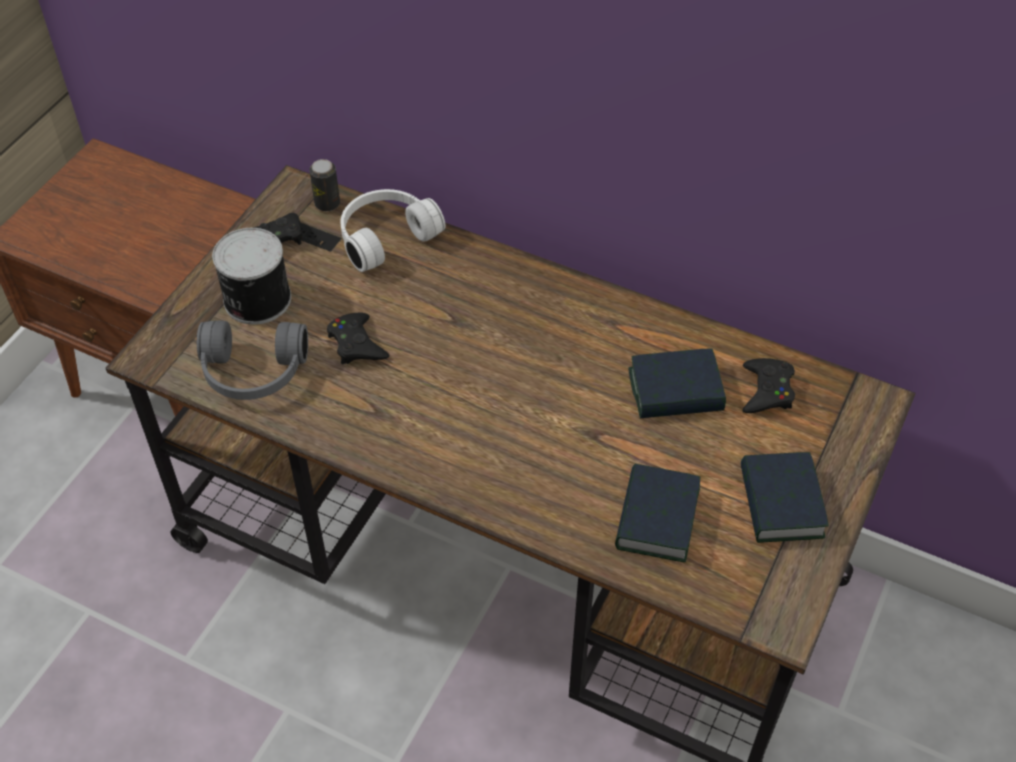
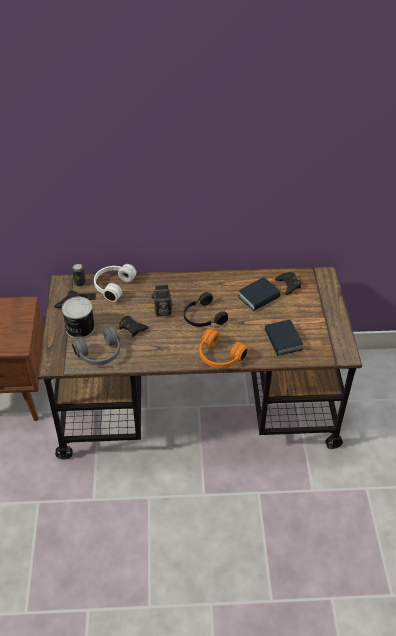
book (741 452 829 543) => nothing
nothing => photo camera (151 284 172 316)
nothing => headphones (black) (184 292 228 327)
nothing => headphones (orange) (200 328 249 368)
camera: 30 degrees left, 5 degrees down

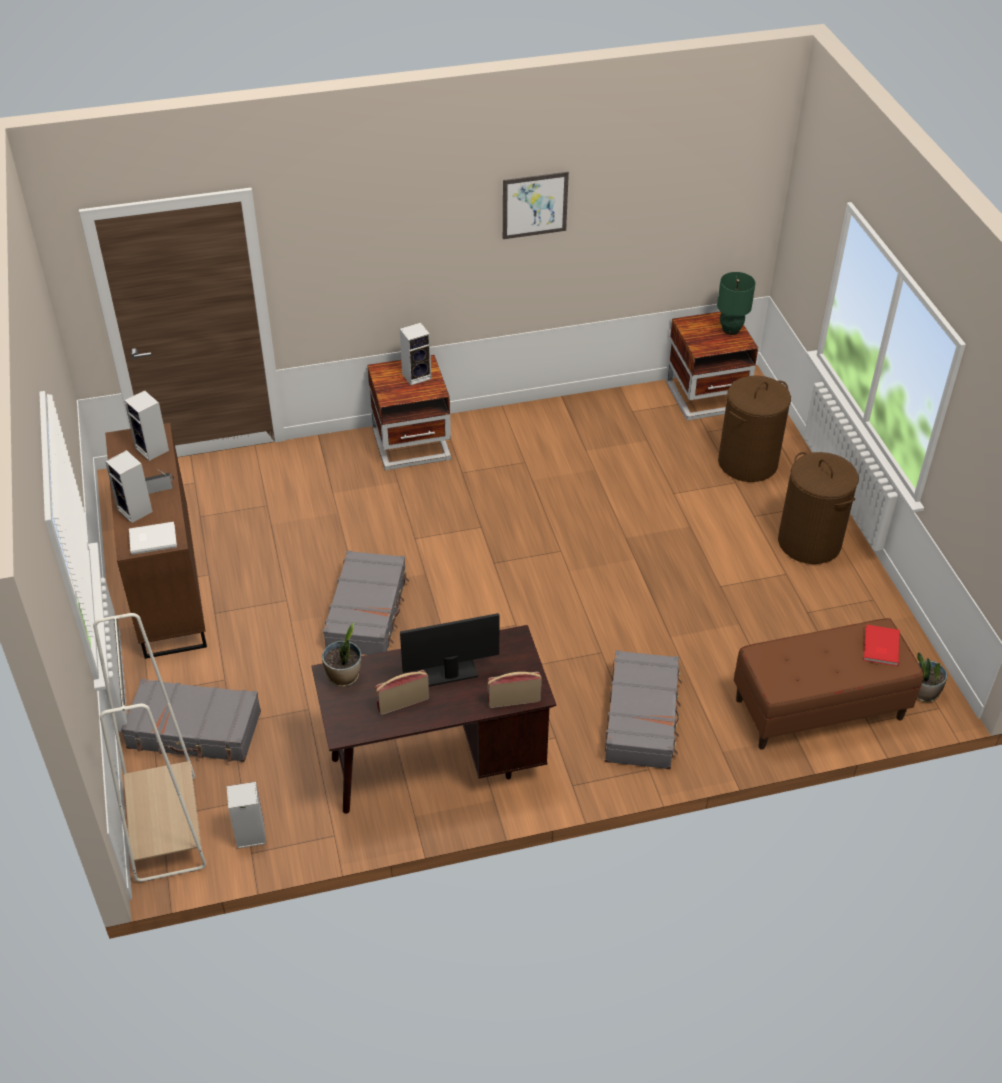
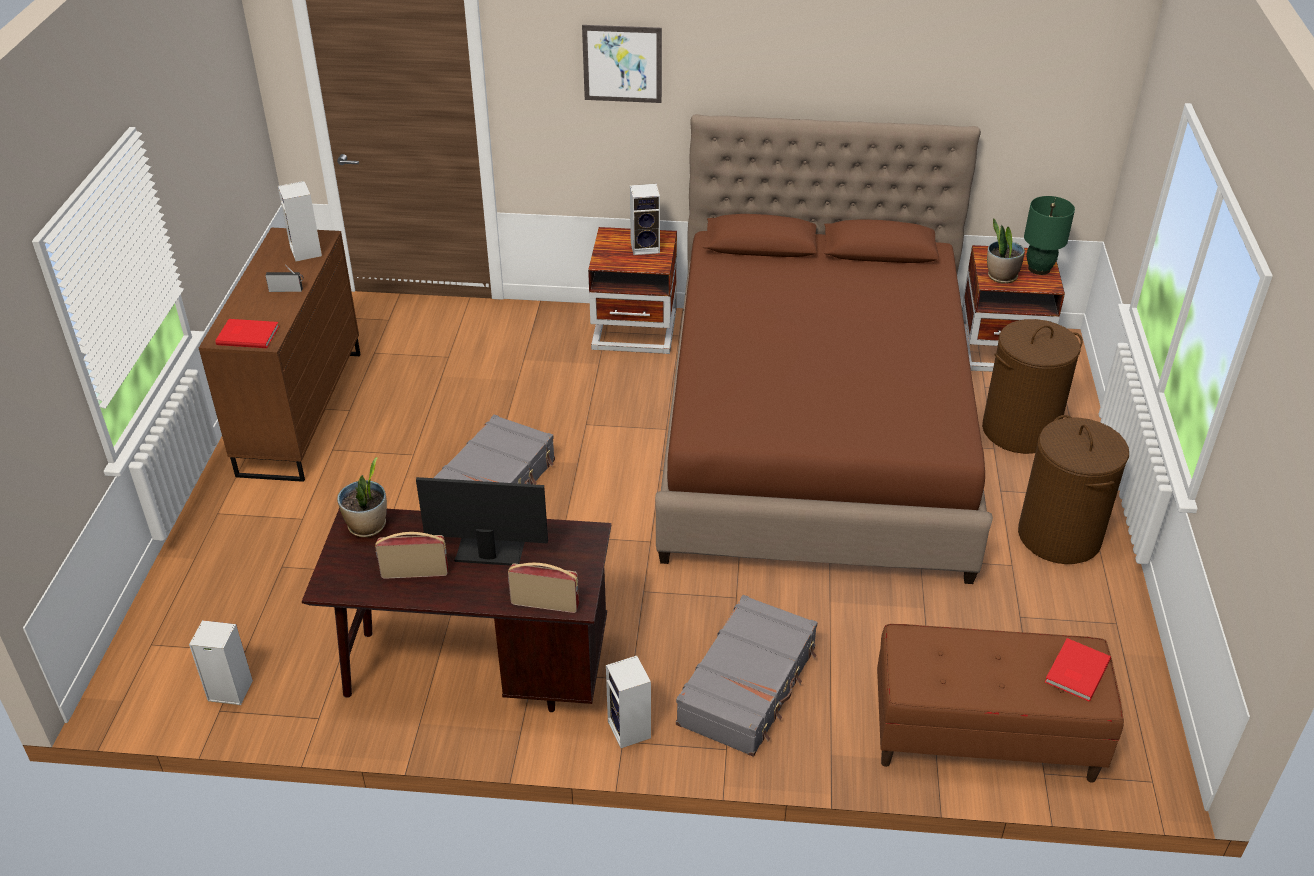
clothes rack (93 613 206 882) => nothing
suitcase (grey) (121 679 261 762) => nothing
nothing => bed (brown) (655 114 993 584)
speaker (105 450 153 523) => speaker (606 656 651 748), move
picture (503 172 569 239) => picture (582 25 662 103), move
potted plant (917 652 947 702) => potted plant (987 219 1025 284), move
book (white) (129 522 177 555) => book (red) (215 319 279 348)
camera: 20 degrees right, 5 degrees down

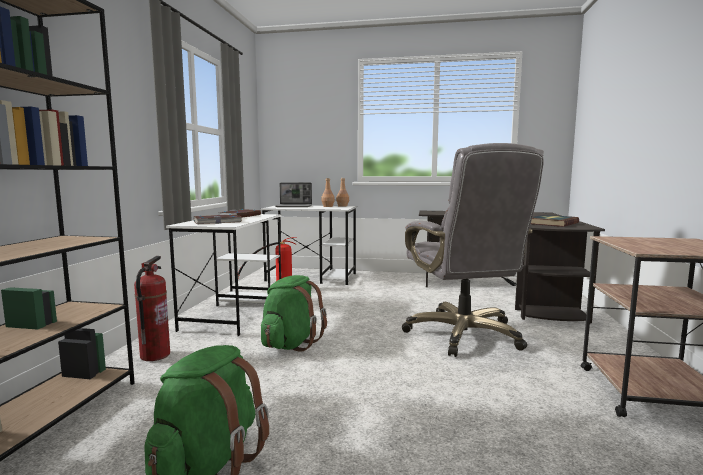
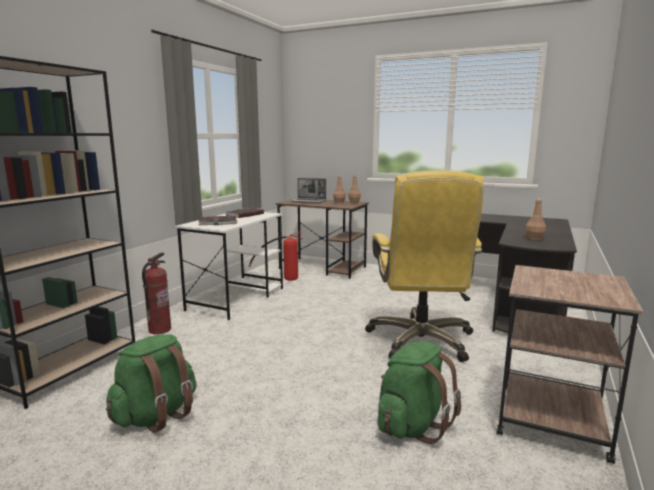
backpack (green) (261 275 327 352) => backpack (green) (378 341 461 444), move
book (531 215 579 227) => bottle (brown) (525 199 546 240)
desk (white) (260 205 357 285) => desk (brown) (276 198 369 279)
office chair (grey) (402 143 544 357) => office chair (yellow) (365 170 484 362)
camera: 15 degrees right, 5 degrees up

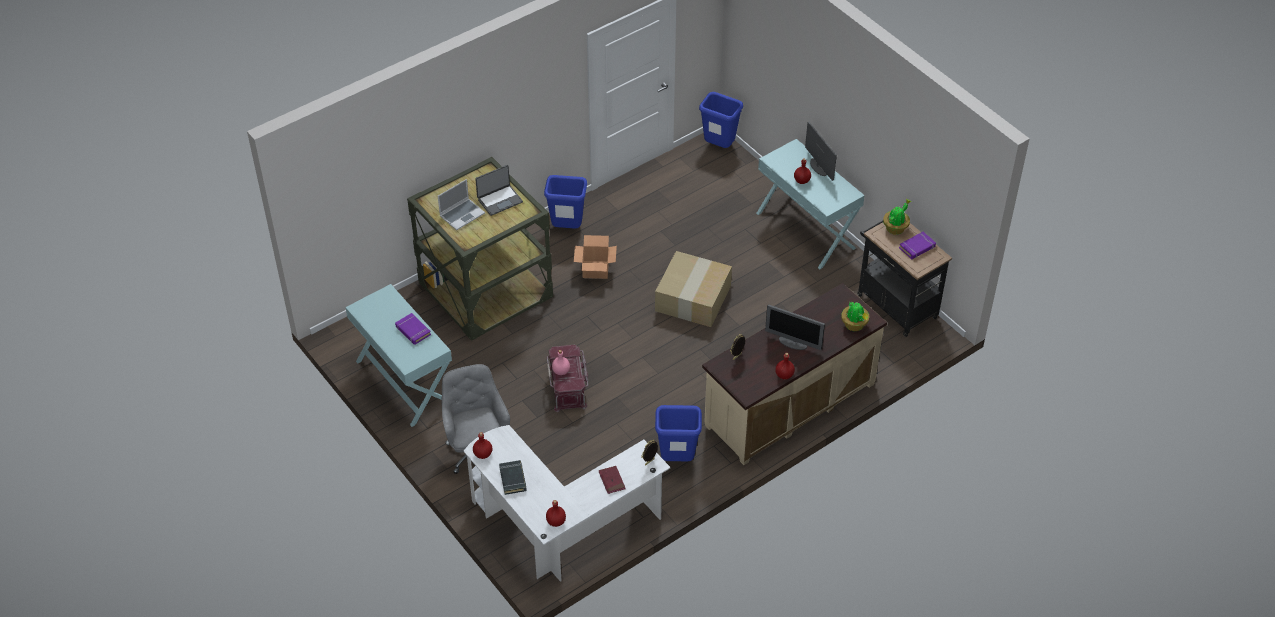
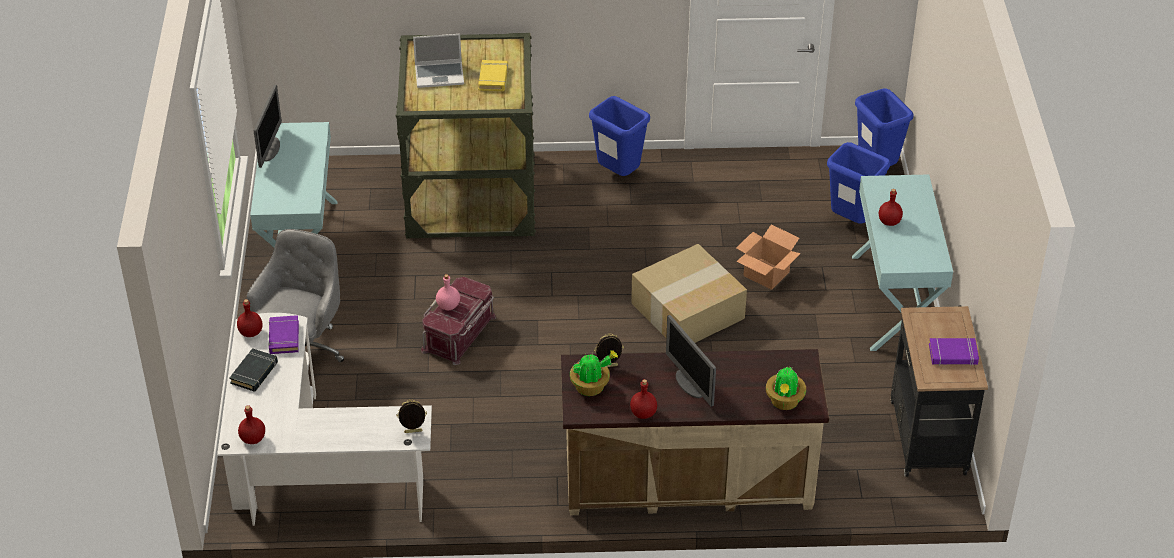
book (red) (599 466 626 494) => nothing
book (purple) (395 313 431 345) => book (purple) (268 315 299 354), move
cardboard box (574 235 617 279) => cardboard box (736 224 801 290), move
trash can (blue) (655 405 702 461) => trash can (blue) (827 142 890 224), move
monitor (805 122 837 181) => monitor (254 85 282 168), move
potted plant (883 199 911 235) => potted plant (570 350 618 396), move
laptop (475 165 523 216) => book (yellow) (478 60 508 91)
camera: 35 degrees right, 5 degrees down

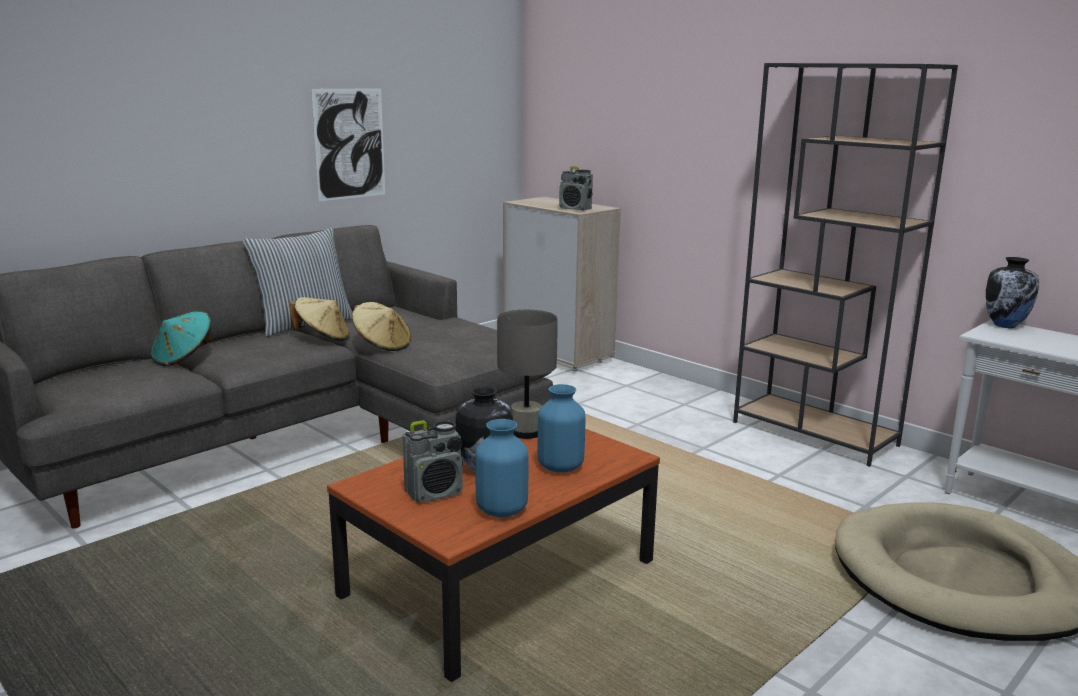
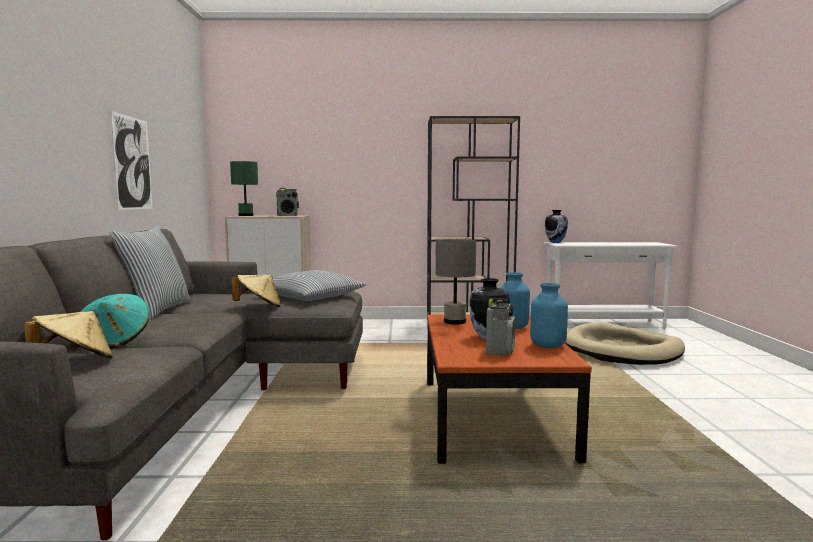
nothing => table lamp (green) (230 161 258 216)
nothing => pillow (273 270 366 301)
hat (beige) (290 297 349 341) => hat (beige) (24 311 113 359), move
camera: 45 degrees left, 10 degrees down

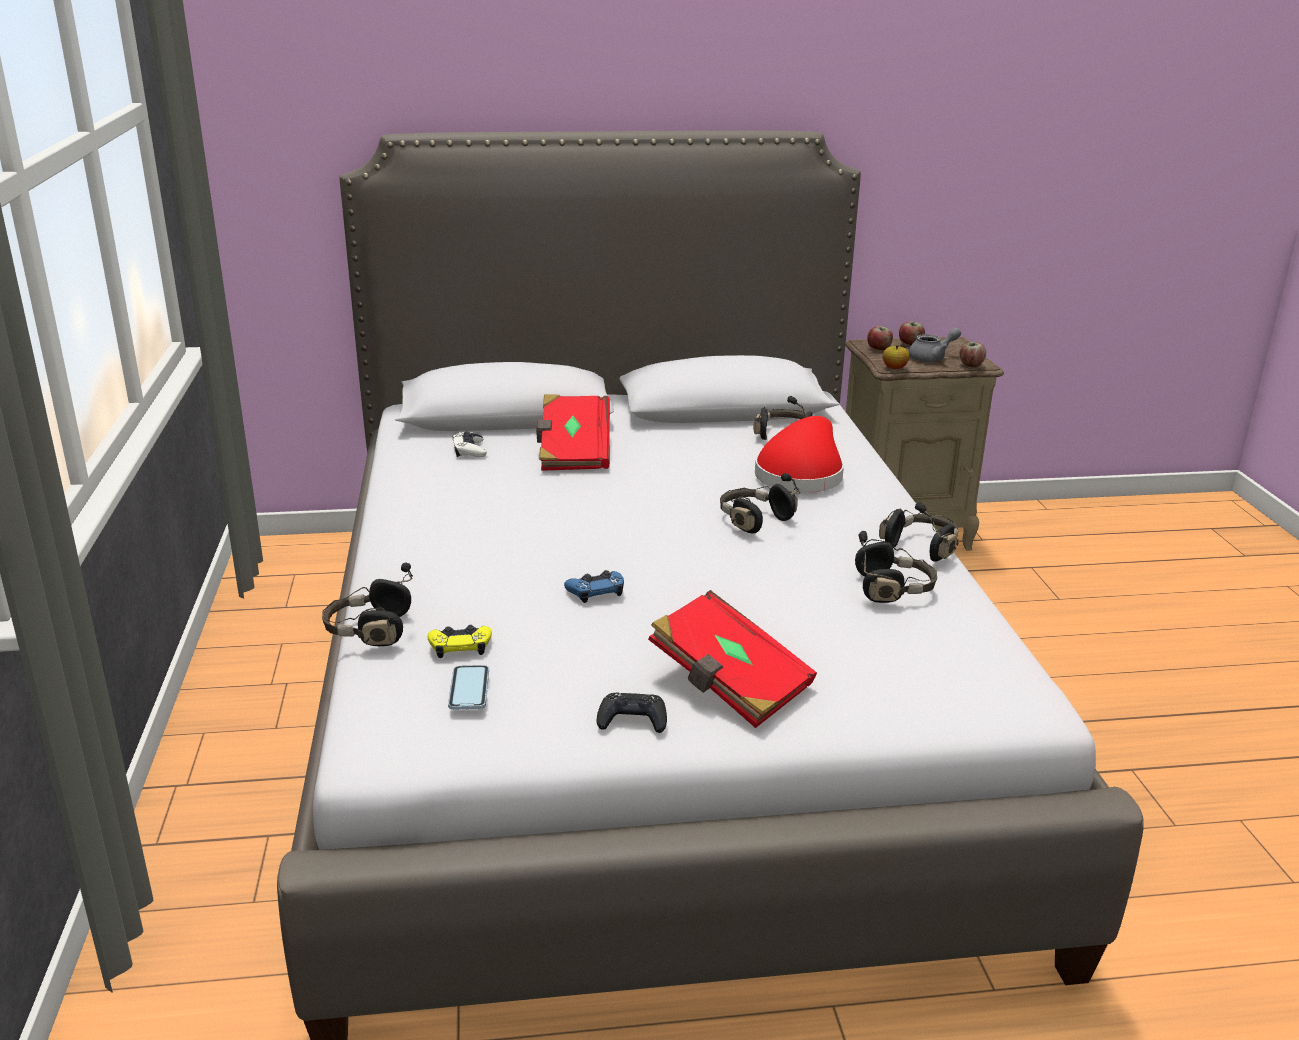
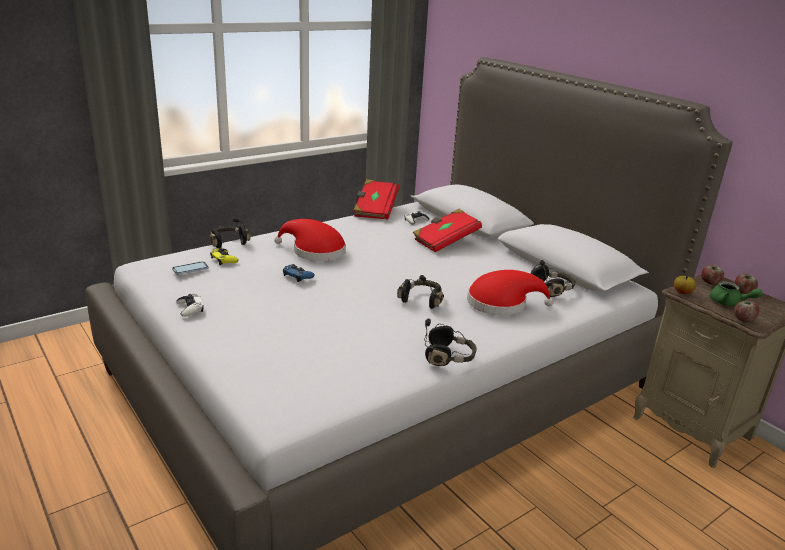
headphones (black) (855 531 937 603) => nothing
nothing => hat (red) (274 219 346 261)
book (red) (648 590 817 728) => book (red) (353 179 399 220), move
game controller (black) (597 693 667 733) => game controller (white) (176 293 204 317)
teapot (grey) (909 328 961 362) => teapot (green) (710 281 763 306)
camera: 60 degrees right, 0 degrees up

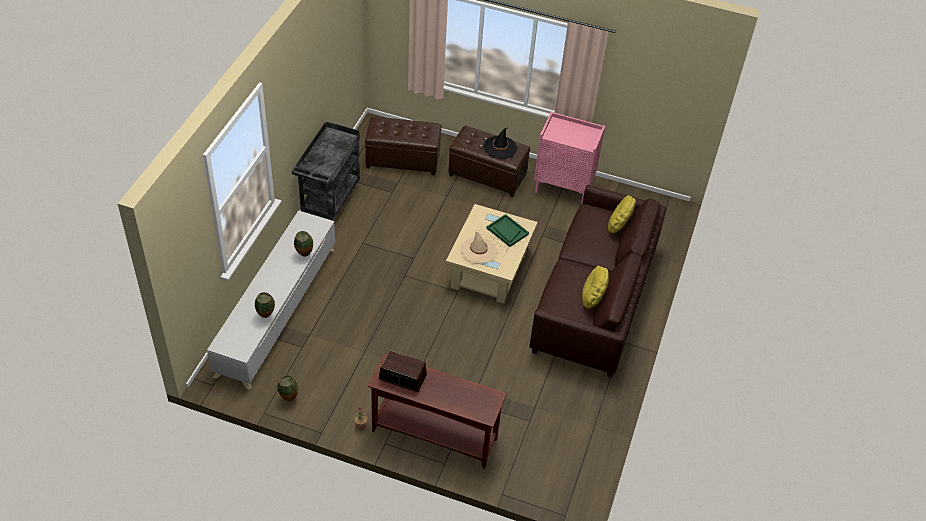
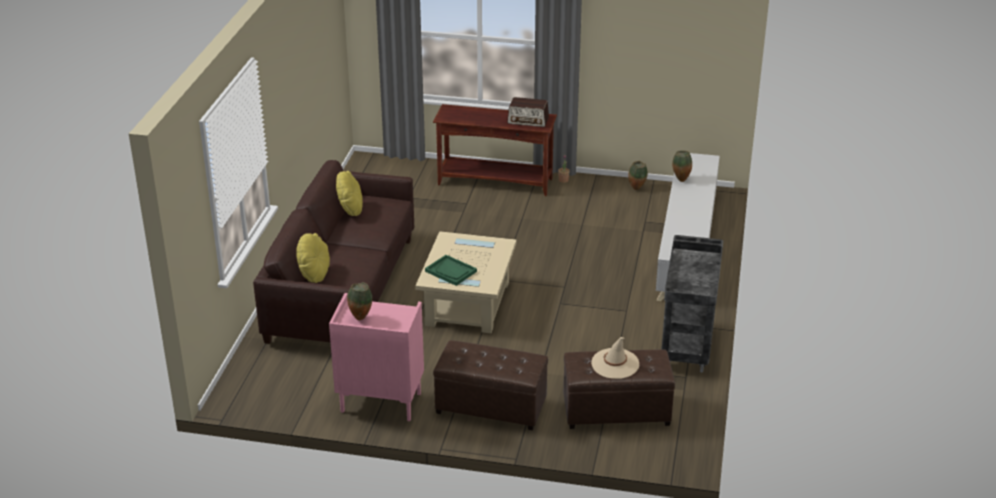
hat (black) (484 128 517 159) => nothing
vase (294 231 313 257) => vase (347 282 372 320), move
hat (beige) (460 228 497 264) => hat (beige) (591 337 639 379), move
camera: 175 degrees right, 15 degrees down

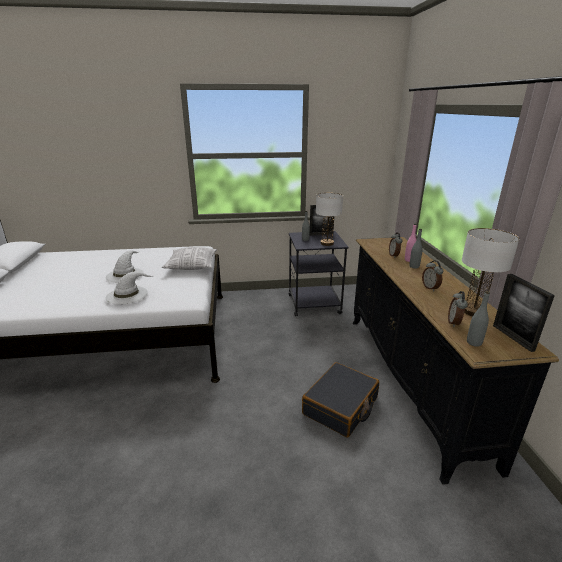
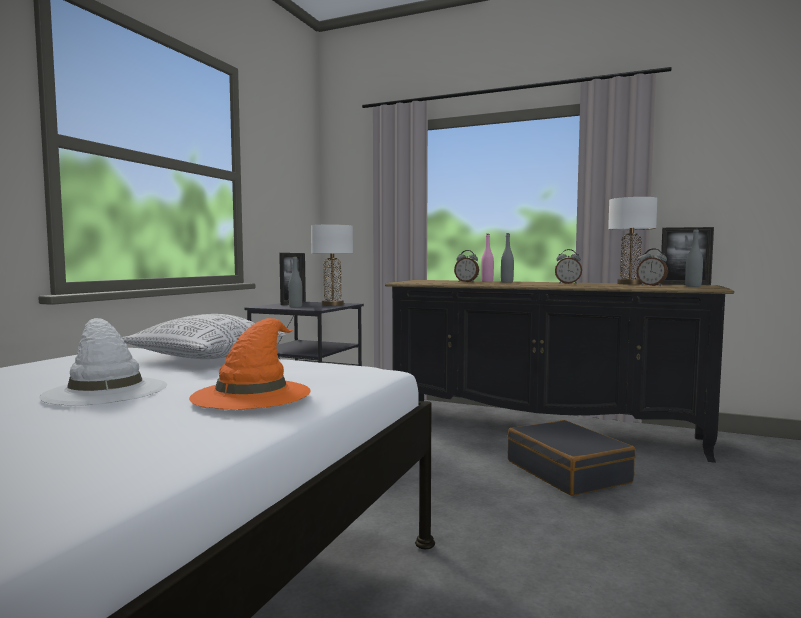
hat (white) (105 271 153 305) => hat (orange) (189 318 311 410)
camera: 60 degrees left, 20 degrees down

